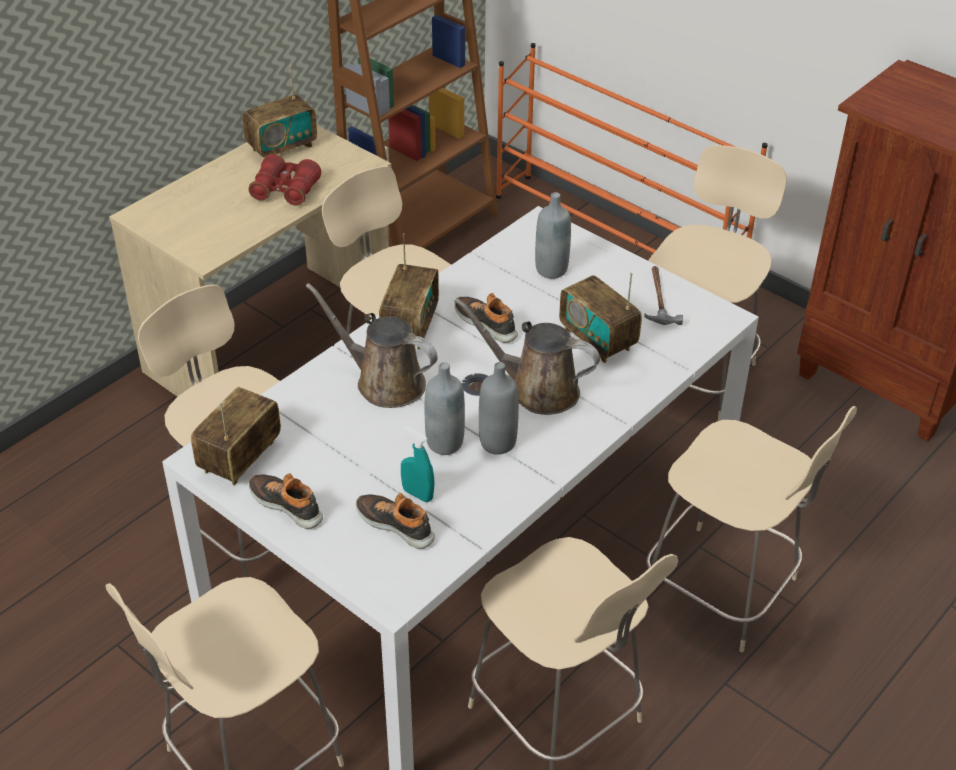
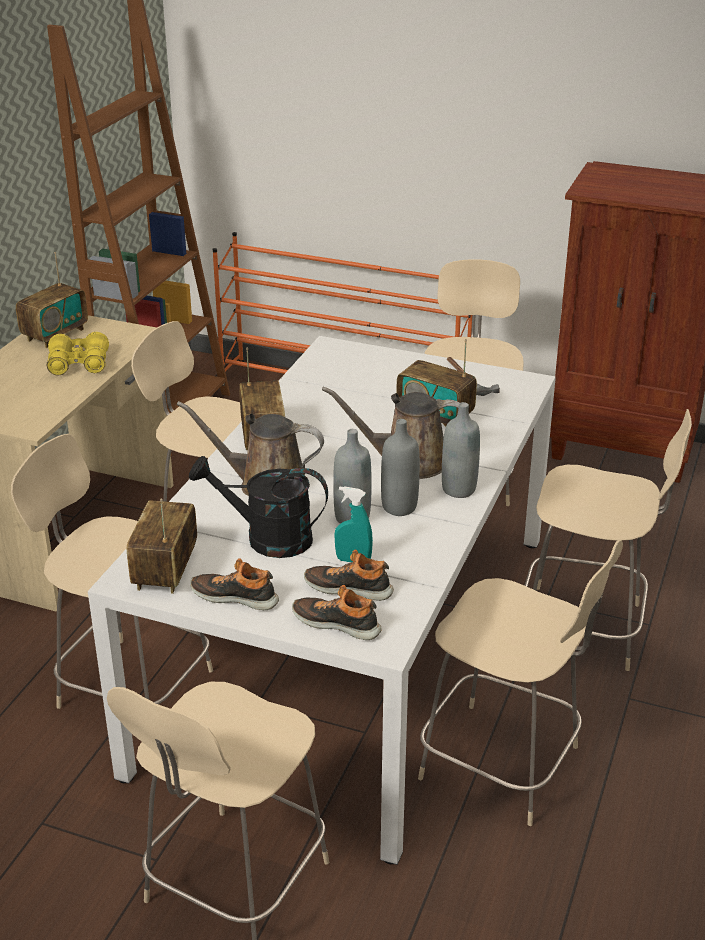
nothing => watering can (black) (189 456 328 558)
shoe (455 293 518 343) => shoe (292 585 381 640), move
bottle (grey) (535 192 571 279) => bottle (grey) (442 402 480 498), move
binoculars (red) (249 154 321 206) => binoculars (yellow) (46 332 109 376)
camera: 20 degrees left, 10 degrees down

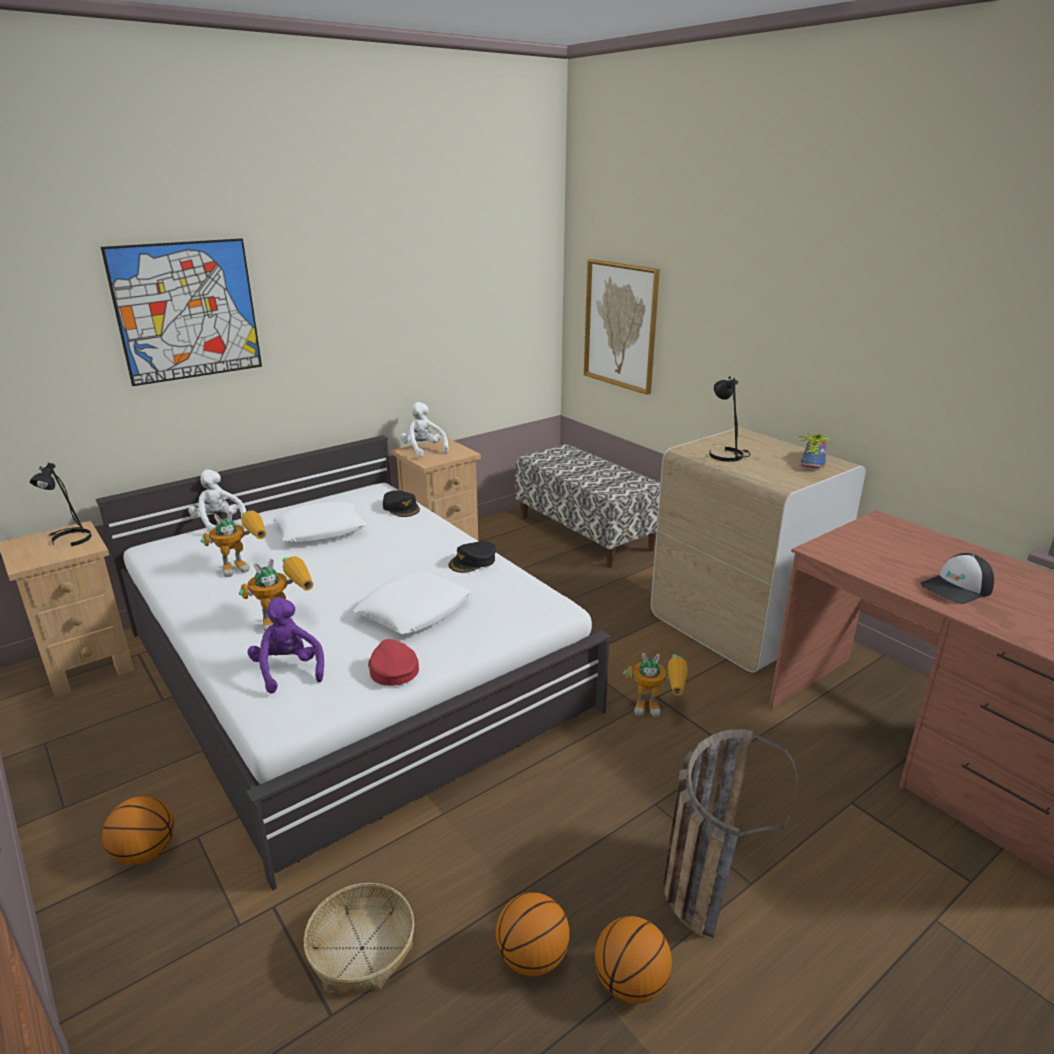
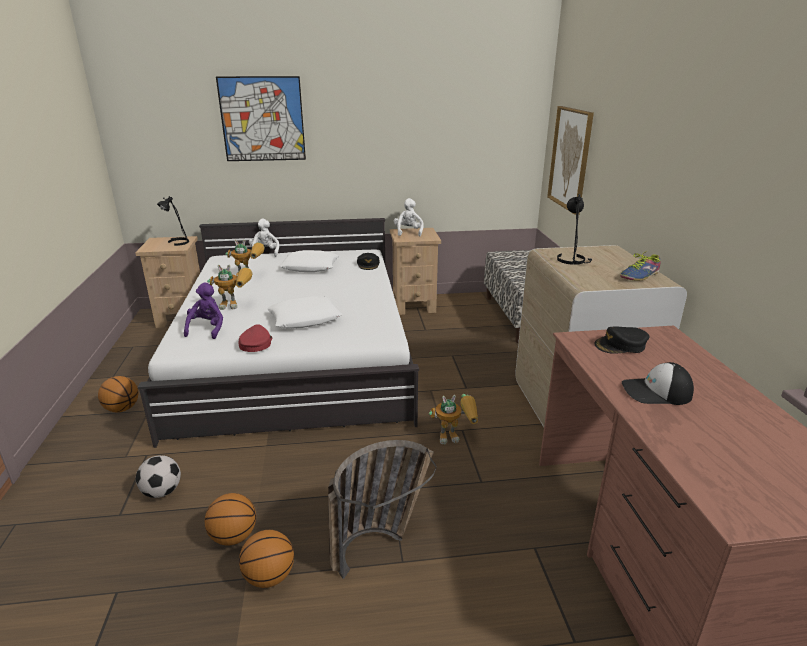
cap (black) (449 541 496 573) => cap (black) (594 326 650 354), move
basket (304 883 414 990) => football (136 455 181 498)
toy robot (623 653 688 717) => toy robot (429 394 478 444), 45 degrees counterclockwise
camera: 30 degrees right, 0 degrees up

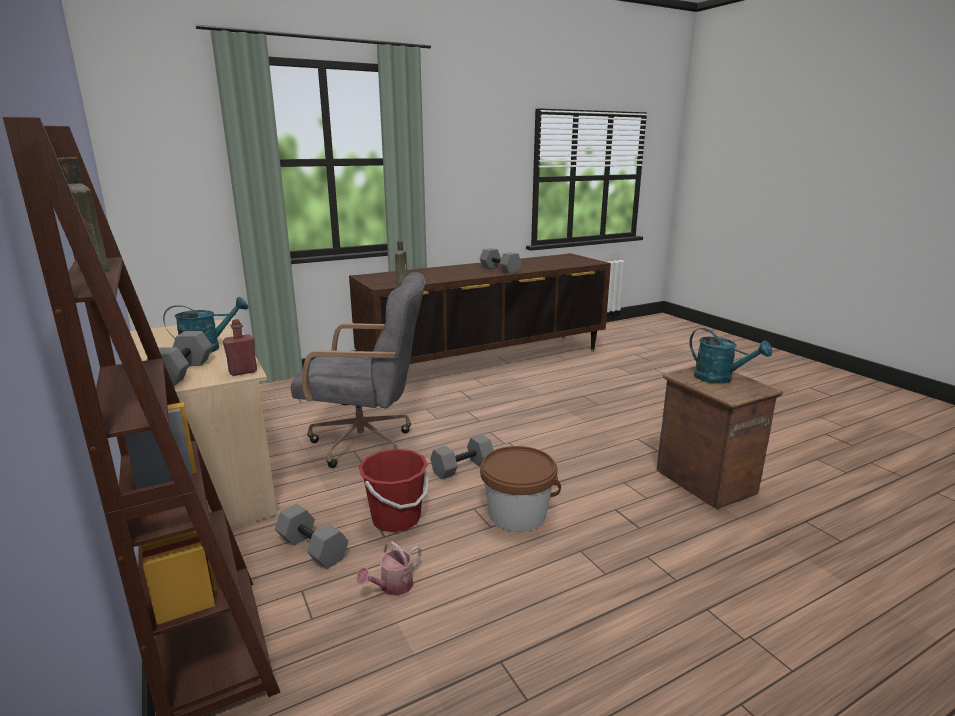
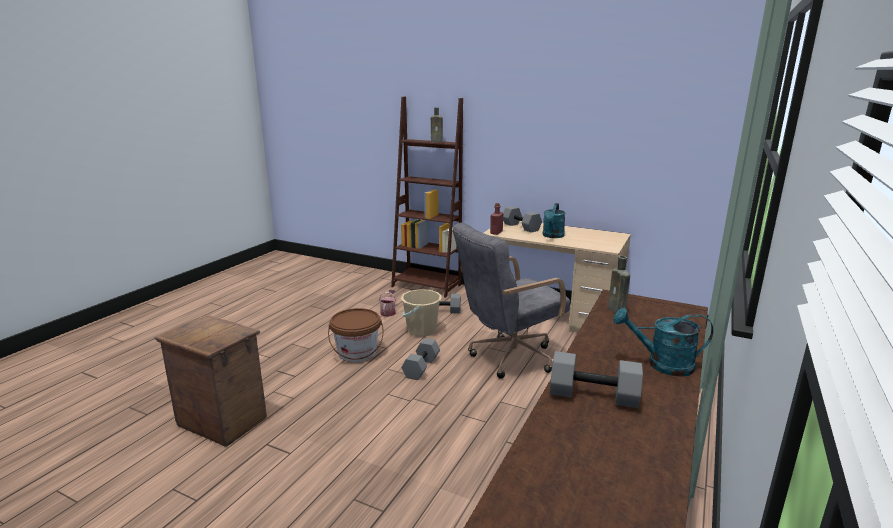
watering can (turquoise) (689 328 772 384) => watering can (turquoise) (613 308 713 377), move
bucket (red) (358 449 428 532) => bucket (beige) (401 289 442 337)
camera: 145 degrees right, 0 degrees up

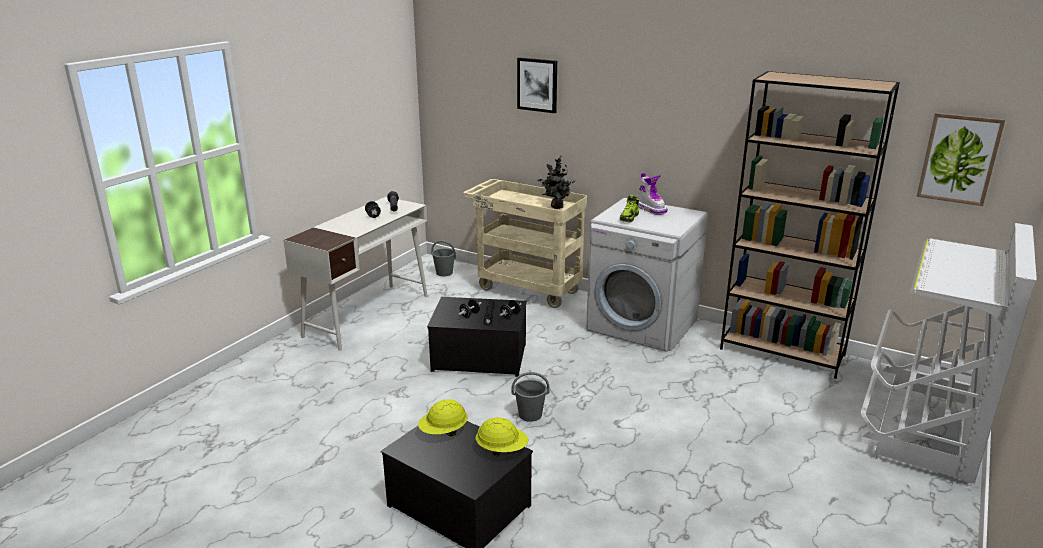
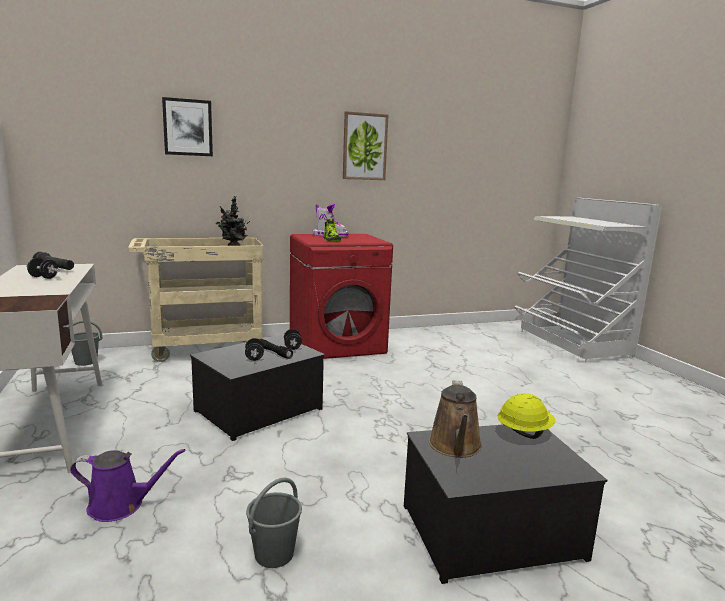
bookcase (beige) (720 71 900 379) => nothing
nothing => watering can (purple) (70 449 185 522)
bucket (grey) (511 372 550 422) => bucket (grey) (246 478 302 568), move
picture (917 113 1005 206) => picture (343 111 388 180), move
hard hat (yellow) (418 399 468 436) => watering can (brown) (429 380 482 458)
washing machine (white) (586 198 708 352) => washing machine (red) (290 234 393 359)
camera: 50 degrees left, 10 degrees down

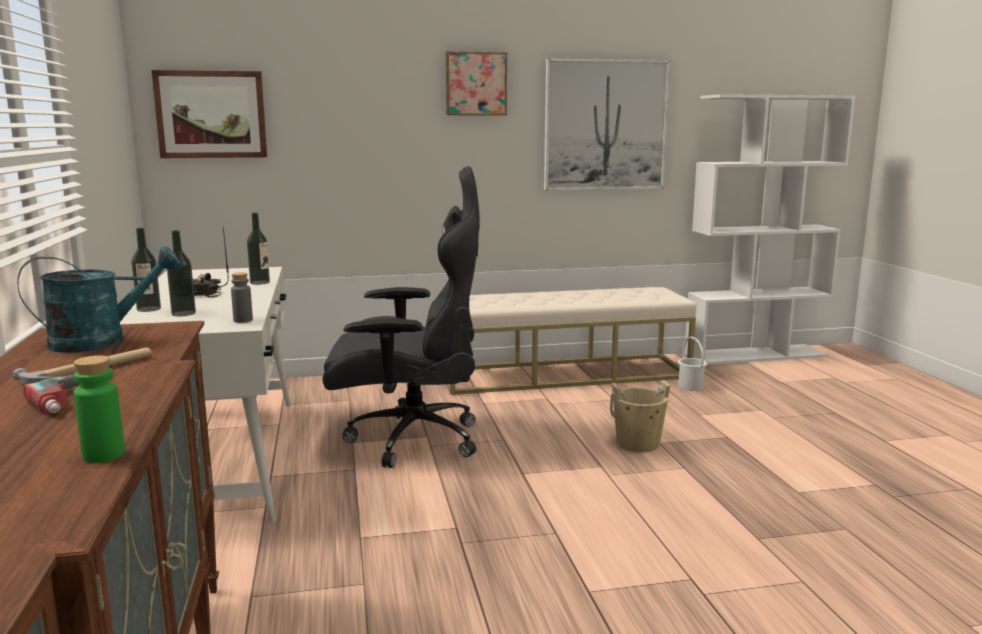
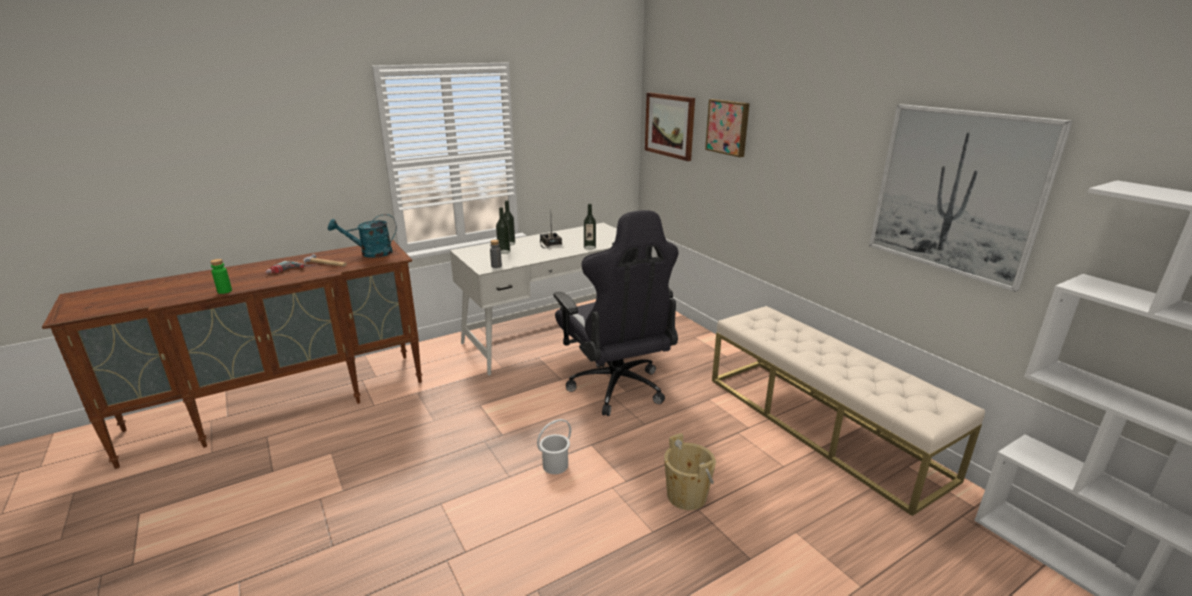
picture (446 51 507 115) => picture (705 99 749 157), move
bucket (white) (678 336 707 391) => bucket (white) (537 419 571 474), move
watering can (turquoise) (17 246 181 353) => watering can (turquoise) (328 214 397 258), 120 degrees clockwise
camera: 70 degrees right, 10 degrees up

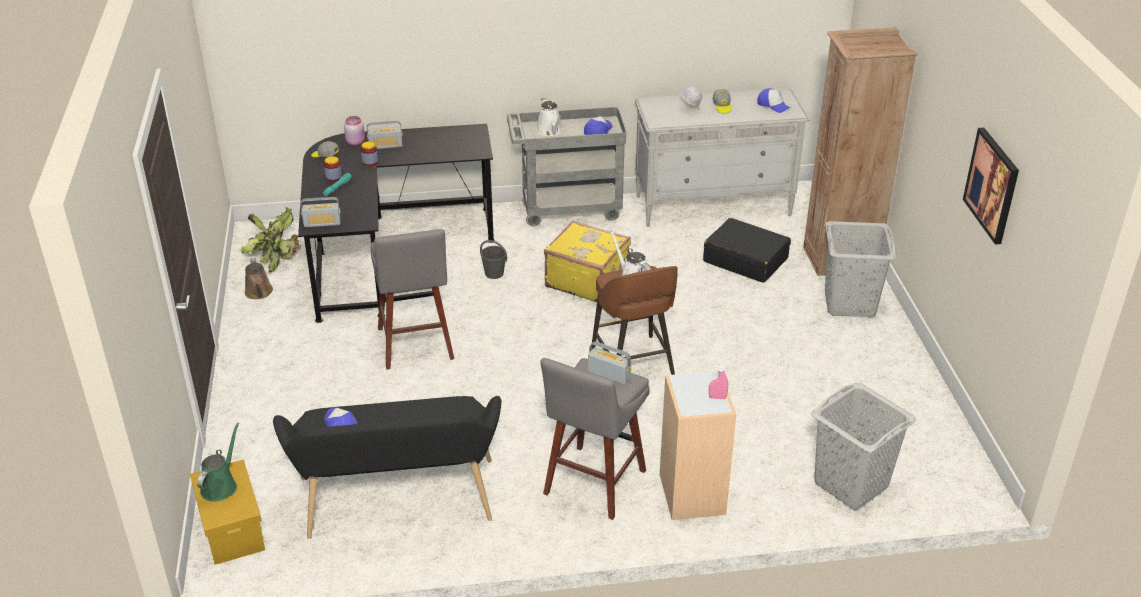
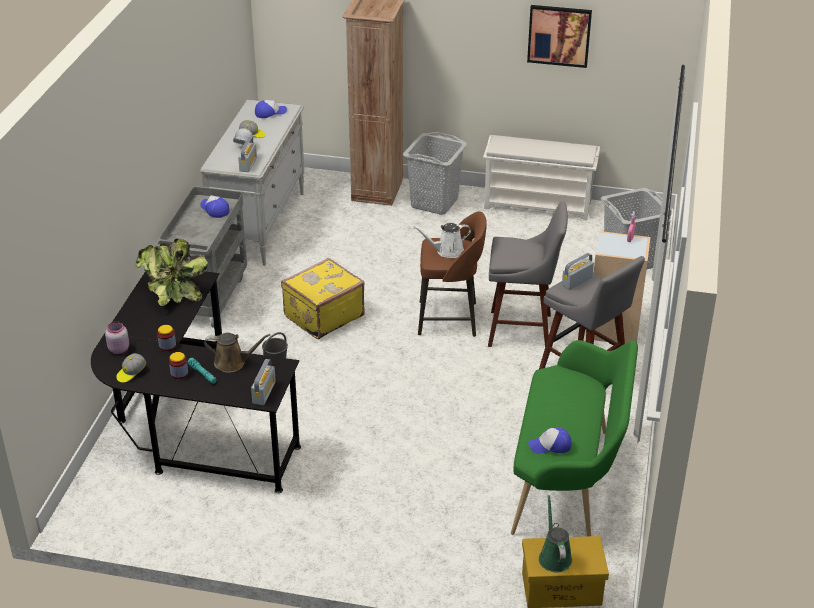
watering can (white) (536 98 563 136) => nothing
suitcase (black) (703 218 791 283) => nothing
nothing => shoe rack (white) (483 135 600 221)
potted plant (241 207 301 273) => potted plant (135 238 208 306), move
watering can (brown) (245 258 273 299) => watering can (brown) (204 333 271 373), move
radio (367 121 403 149) => radio (238 137 257 172), move
stool (grey) (371 229 454 369) => stool (grey) (488 201 568 347), move
bench (black) (273 396 501 539) => bench (green) (511 340 638 536)
watering can (green) (197 423 239 502) => watering can (green) (539 495 572 573), 45 degrees clockwise
camera: 70 degrees left, 0 degrees up

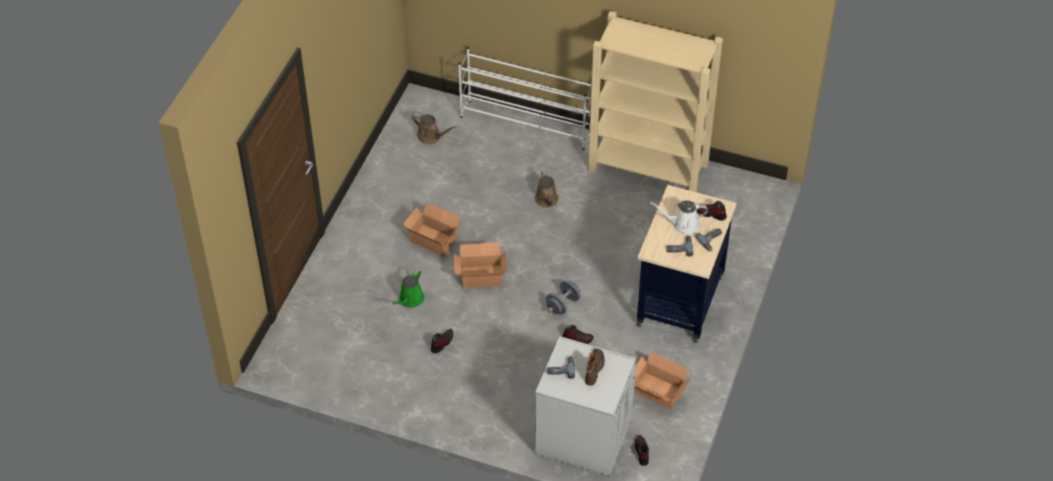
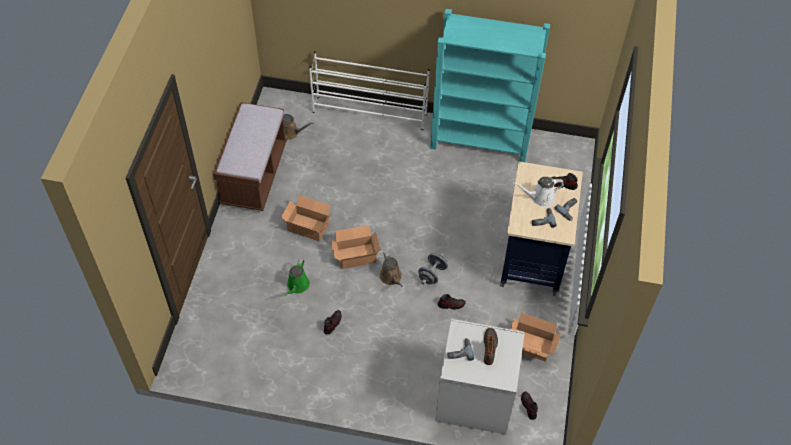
nothing => bench (brown) (213 102 287 211)
watering can (brown) (535 170 559 207) => watering can (brown) (380 251 403 287), move
bookcase (beige) (588 11 723 192) => bookcase (turquoise) (430 9 550 162)
camera: 10 degrees left, 5 degrees up

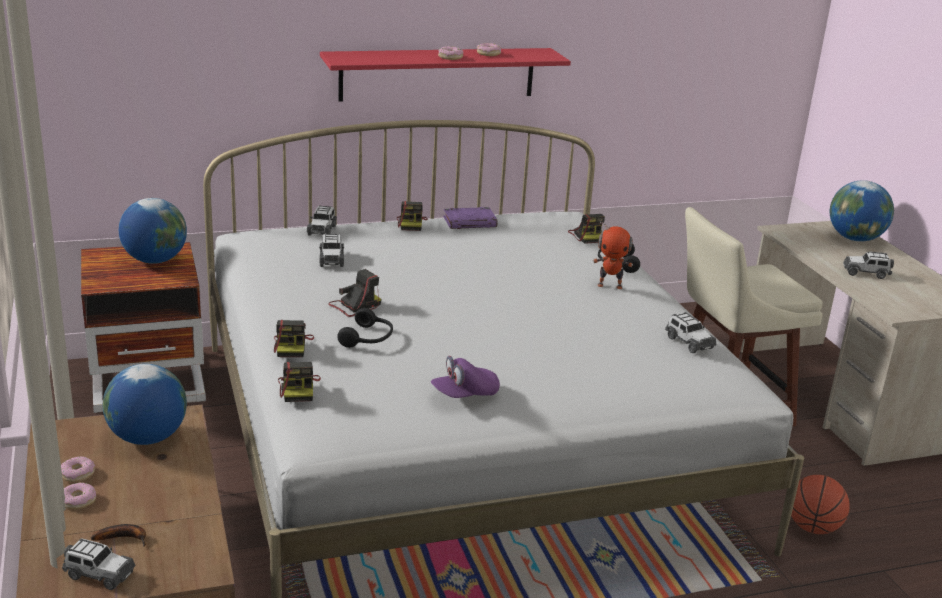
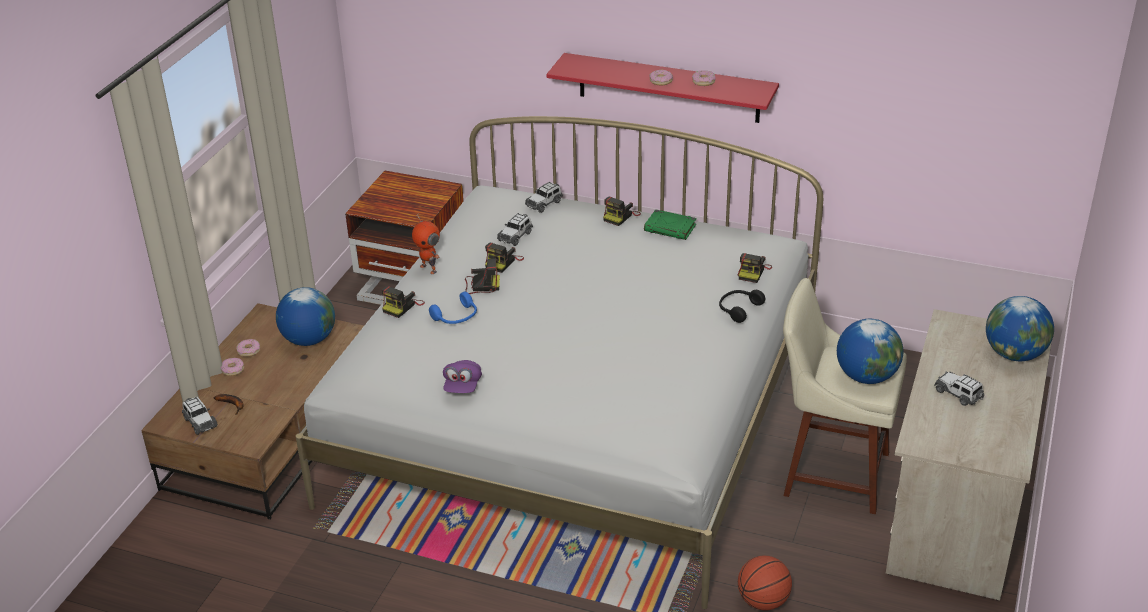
toy car (665 312 716 353) => nothing
globe (119 198 187 264) => globe (837 319 903 384), move
photo camera (278 362 321 402) => photo camera (485 243 524 273), move
toy robot (593 220 633 289) => toy robot (412 214 440 274), move
headphones (black) (337 308 393 348) => headphones (blue) (429 292 477 324)
book (purple) (443 207 498 229) => book (green) (644 209 697 240)
cap (purple) (431 356 500 398) => cap (purple) (443 360 482 393), 90 degrees counterclockwise
camera: 40 degrees right, 10 degrees up

